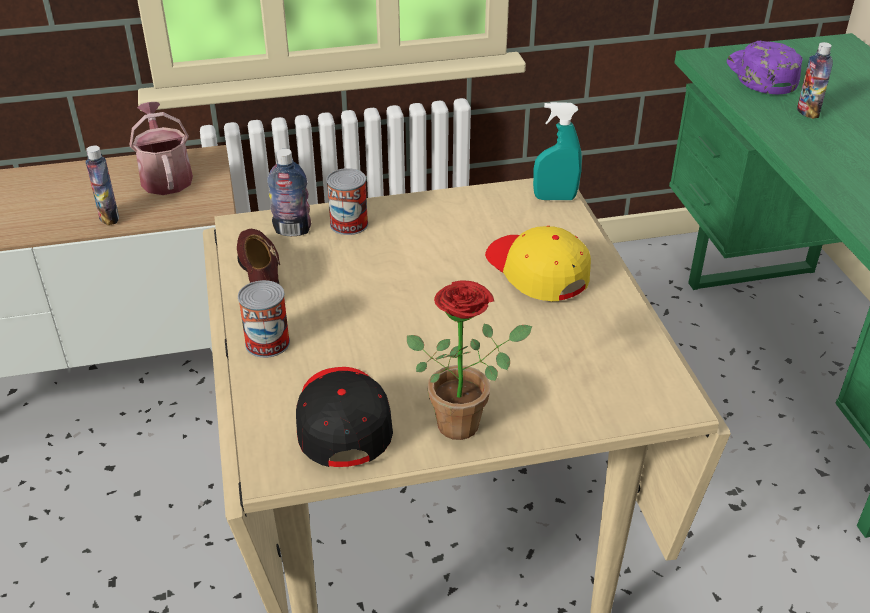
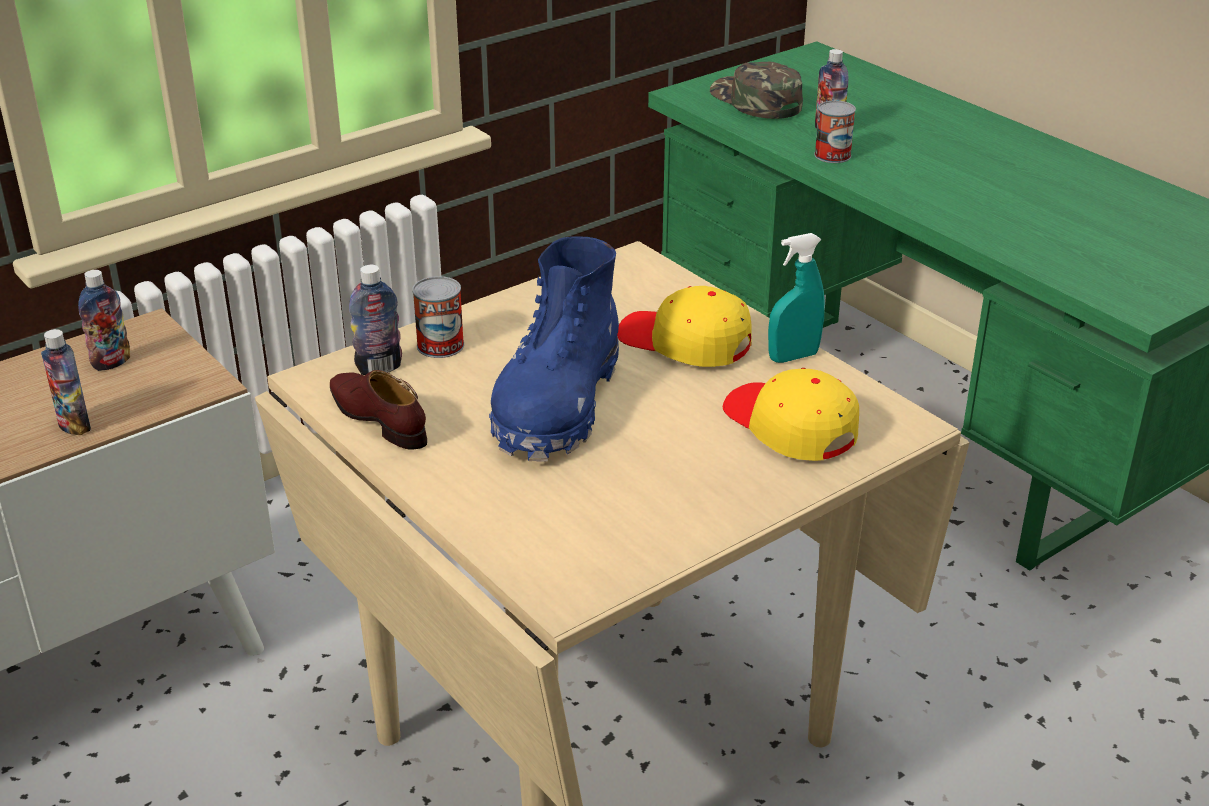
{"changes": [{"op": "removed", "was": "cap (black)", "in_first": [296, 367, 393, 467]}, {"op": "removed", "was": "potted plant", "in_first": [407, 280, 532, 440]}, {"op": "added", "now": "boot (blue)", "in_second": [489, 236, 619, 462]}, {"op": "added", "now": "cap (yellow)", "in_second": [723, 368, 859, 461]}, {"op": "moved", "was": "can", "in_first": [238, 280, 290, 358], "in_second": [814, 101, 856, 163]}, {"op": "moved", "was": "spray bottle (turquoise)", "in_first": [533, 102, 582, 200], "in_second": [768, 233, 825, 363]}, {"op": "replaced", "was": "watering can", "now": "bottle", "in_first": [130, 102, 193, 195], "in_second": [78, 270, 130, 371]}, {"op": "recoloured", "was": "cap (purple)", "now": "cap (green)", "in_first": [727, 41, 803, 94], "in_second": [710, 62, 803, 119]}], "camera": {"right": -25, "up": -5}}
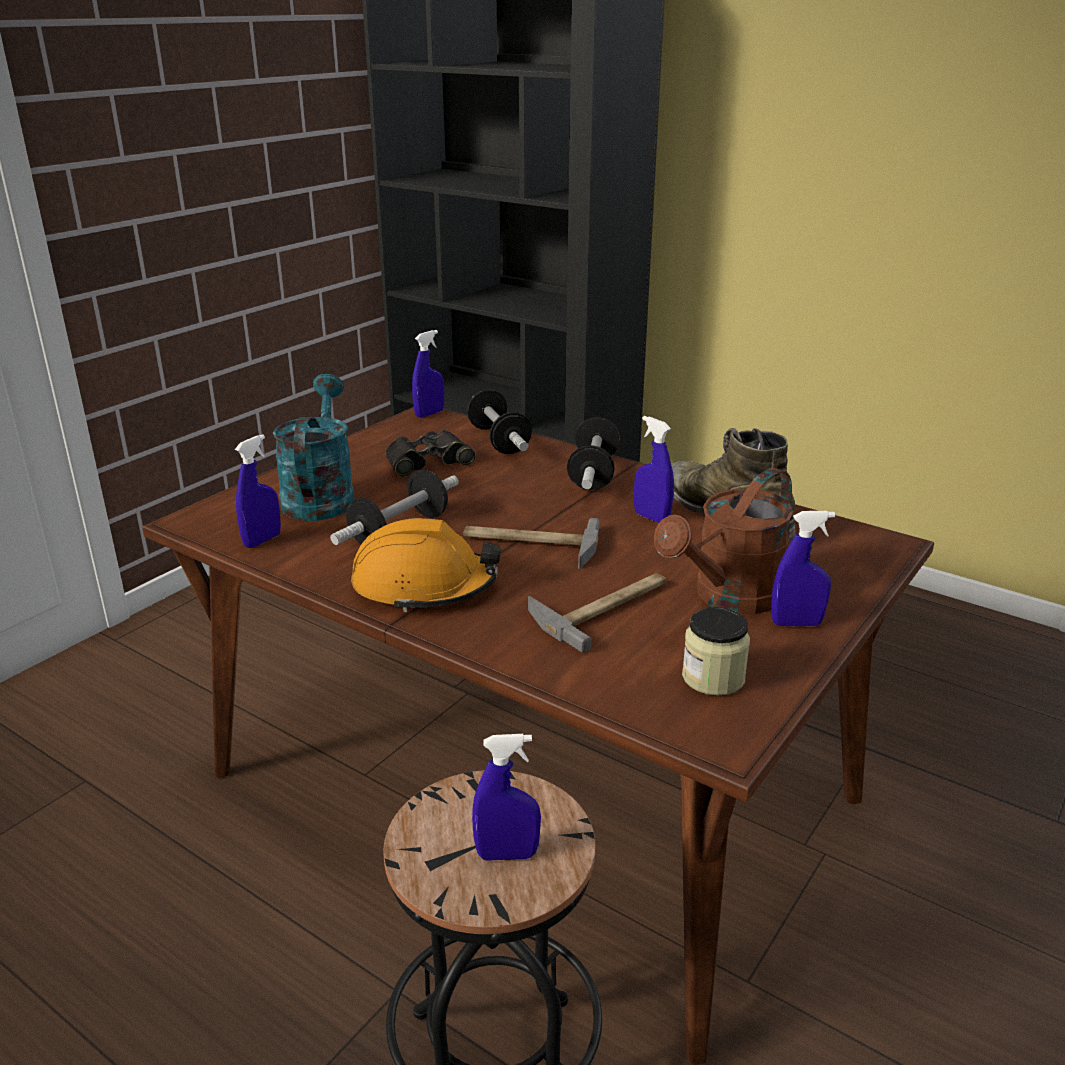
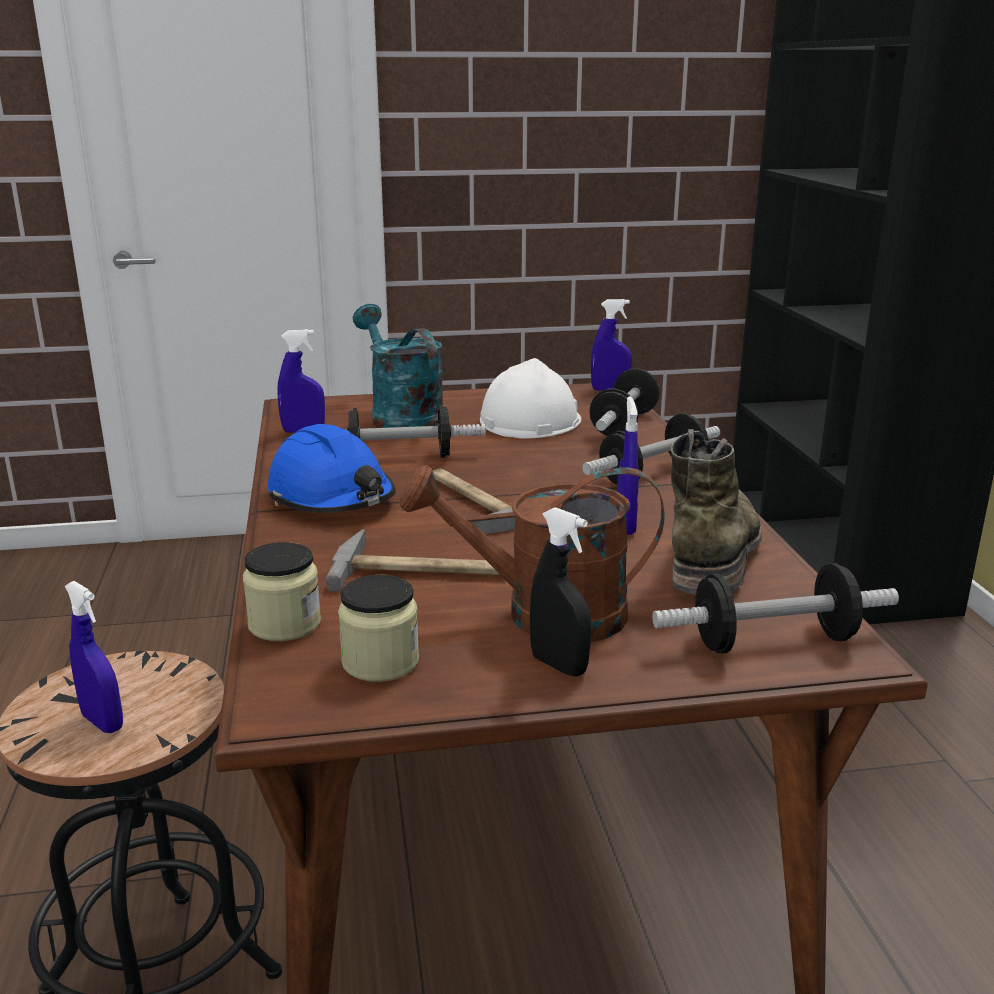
{"changes": [{"op": "added", "now": "jar", "in_second": [243, 542, 321, 641]}, {"op": "added", "now": "dumbbell", "in_second": [652, 564, 899, 654]}, {"op": "replaced", "was": "binoculars (black)", "now": "hard hat (white)", "in_first": [385, 430, 476, 477], "in_second": [480, 358, 581, 439]}, {"op": "recoloured", "was": "hard hat (orange)", "now": "hard hat (blue)", "in_first": [351, 518, 502, 612], "in_second": [267, 424, 396, 513]}, {"op": "recoloured", "was": "spray bottle (blue)", "now": "spray bottle (black)", "in_first": [772, 511, 835, 626], "in_second": [530, 507, 591, 677]}, {"op": "turned", "was": "watering can (turquoise)", "in_first": [273, 374, 354, 521], "in_second": [353, 304, 443, 428], "clockwise": -75}], "camera": {"right": 45, "up": -5}}
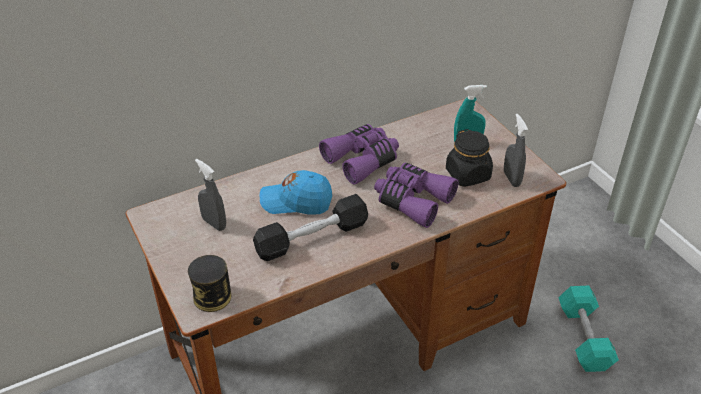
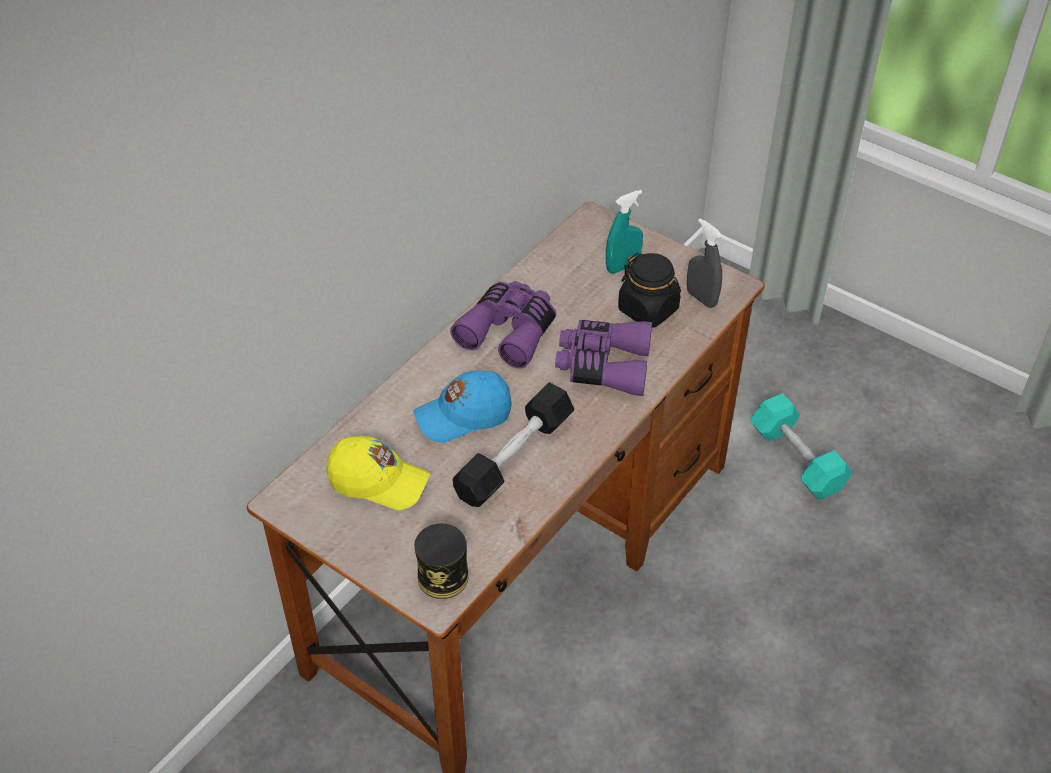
{"changes": [{"op": "replaced", "was": "spray bottle (grey)", "now": "cap (yellow)", "in_first": [195, 159, 226, 231], "in_second": [327, 436, 430, 510]}], "camera": {"right": -25, "up": 5}}
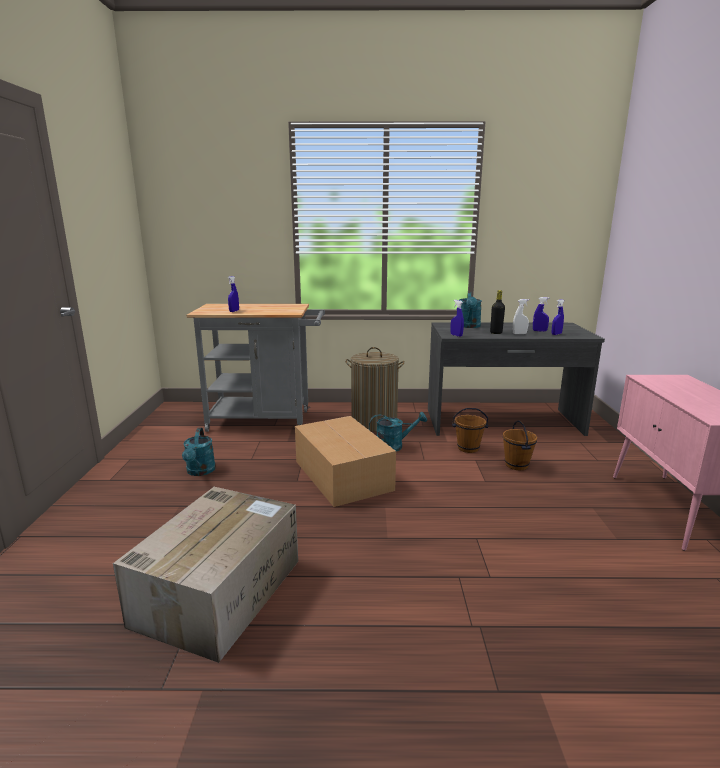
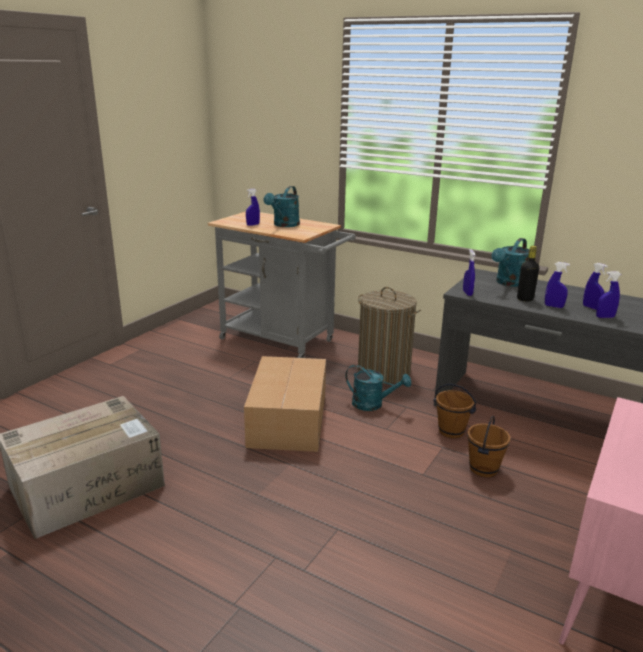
{"changes": [{"op": "moved", "was": "watering can (turquoise)", "in_first": [182, 428, 216, 476], "in_second": [264, 186, 300, 227]}, {"op": "recoloured", "was": "spray bottle (white)", "now": "spray bottle (blue)", "in_first": [513, 299, 529, 334], "in_second": [545, 262, 570, 308]}], "camera": {"right": 30, "up": 5}}
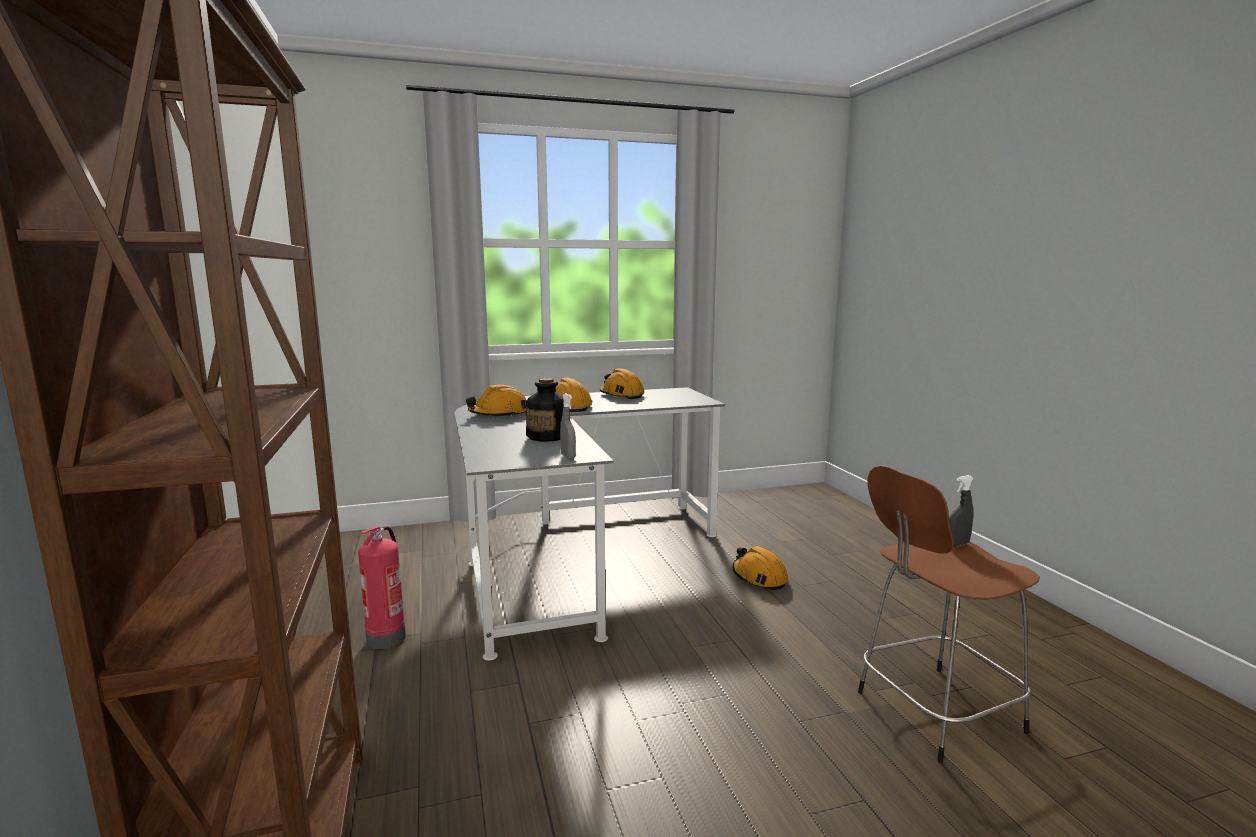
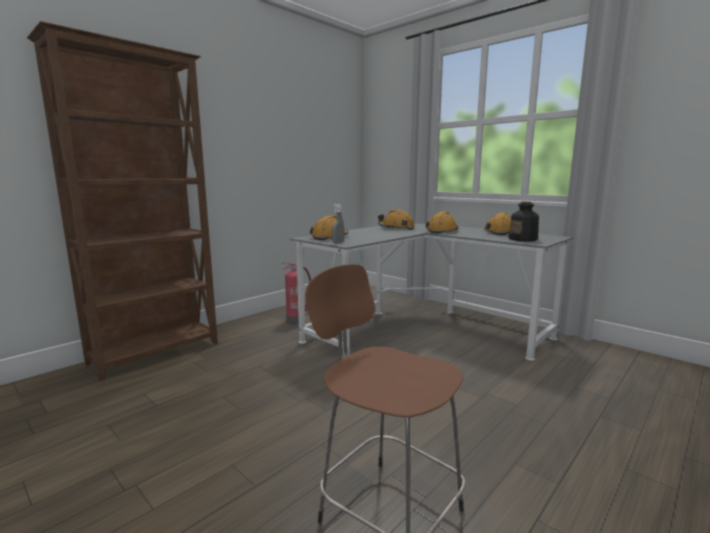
{"changes": [{"op": "removed", "was": "spray bottle (grey)", "in_first": [949, 475, 974, 547]}, {"op": "moved", "was": "bottle", "in_first": [526, 378, 564, 442], "in_second": [508, 202, 539, 242]}, {"op": "moved", "was": "hard hat (orange)", "in_first": [733, 546, 788, 590], "in_second": [310, 215, 348, 240]}], "camera": {"right": 60, "up": 0}}
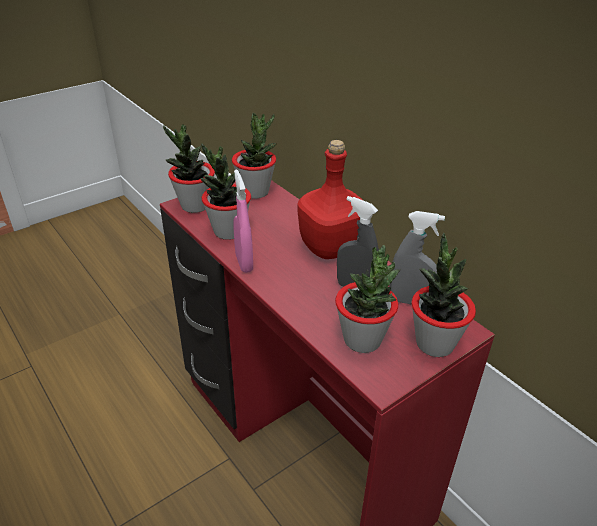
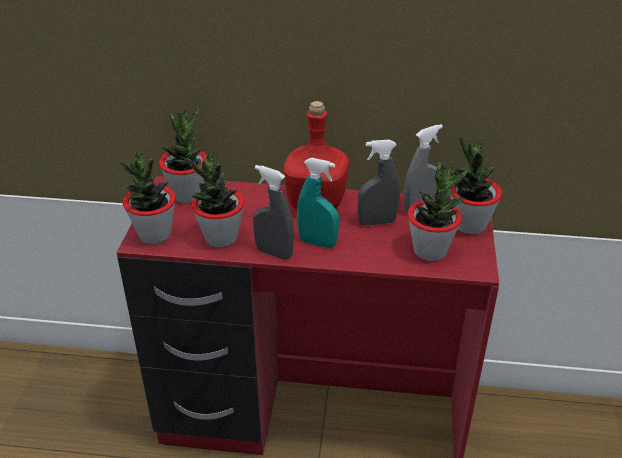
{"changes": [{"op": "added", "now": "spray bottle (turquoise)", "in_second": [297, 158, 339, 248]}, {"op": "recoloured", "was": "spray bottle (pink)", "now": "spray bottle (grey)", "in_first": [233, 170, 253, 273], "in_second": [253, 165, 294, 260]}], "camera": {"right": -45, "up": 0}}
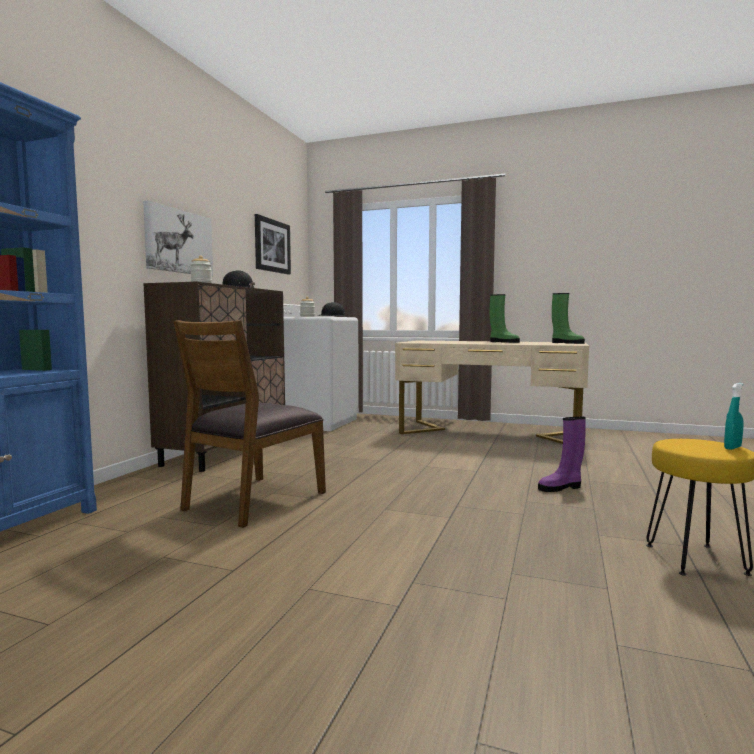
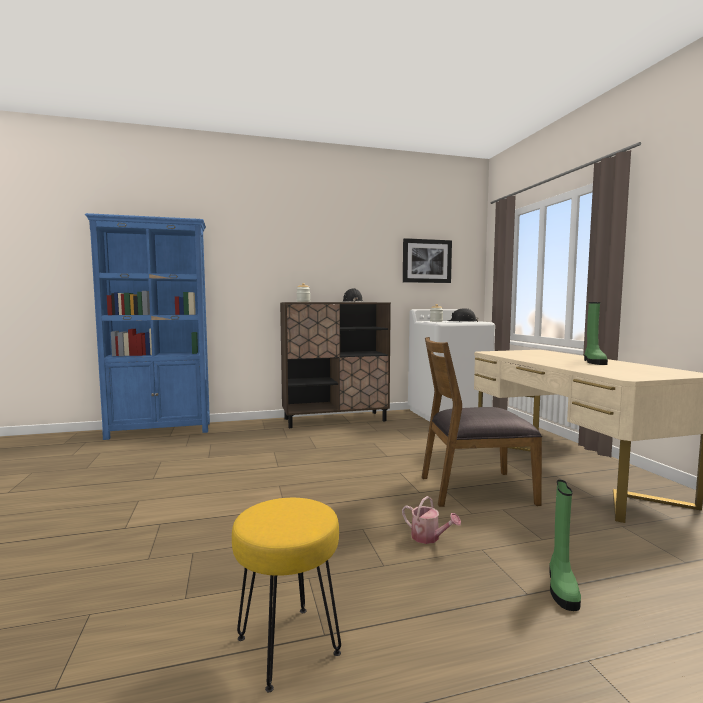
{"changes": [{"op": "removed", "was": "picture", "in_first": [143, 200, 213, 276]}, {"op": "removed", "was": "spray bottle (turquoise)", "in_first": [724, 383, 744, 450]}, {"op": "moved", "was": "chair (brown)", "in_first": [174, 320, 326, 528], "in_second": [422, 337, 542, 507]}, {"op": "moved", "was": "boot (green)", "in_first": [552, 293, 585, 344], "in_second": [549, 480, 581, 611]}, {"op": "replaced", "was": "boot (purple)", "now": "watering can", "in_first": [538, 416, 586, 492], "in_second": [402, 496, 461, 544]}], "camera": {"right": 55, "up": 0}}
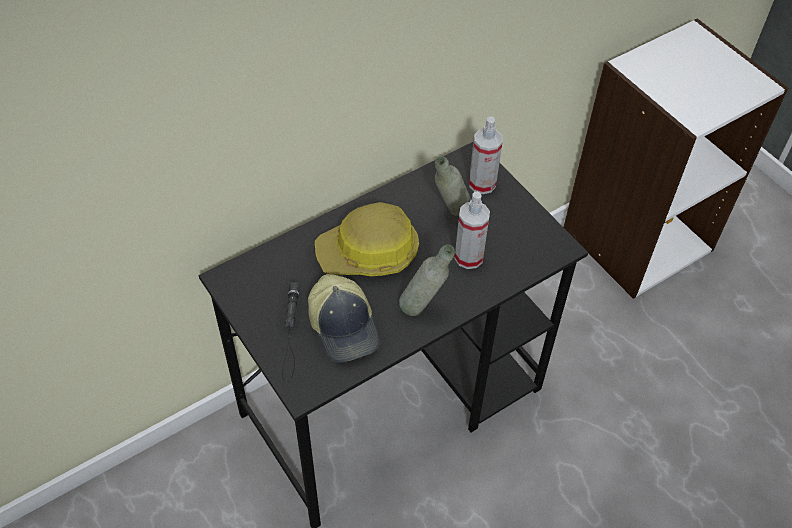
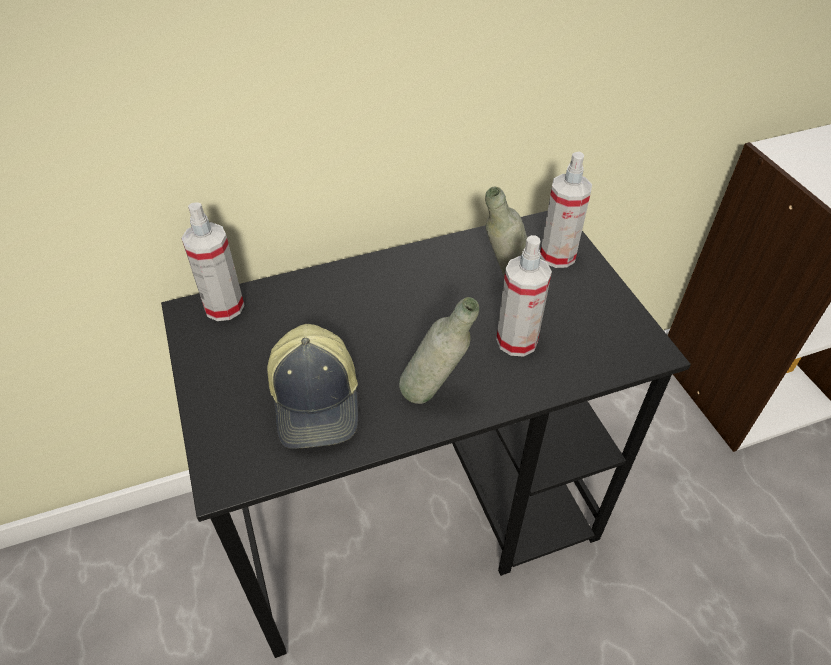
{"changes": [{"op": "removed", "was": "flashlight (black)", "in_first": [282, 282, 300, 382]}, {"op": "removed", "was": "hard hat", "in_first": [315, 202, 419, 276]}, {"op": "added", "now": "spray bottle", "in_second": [181, 202, 244, 321]}], "camera": {"right": 15, "up": -5}}
